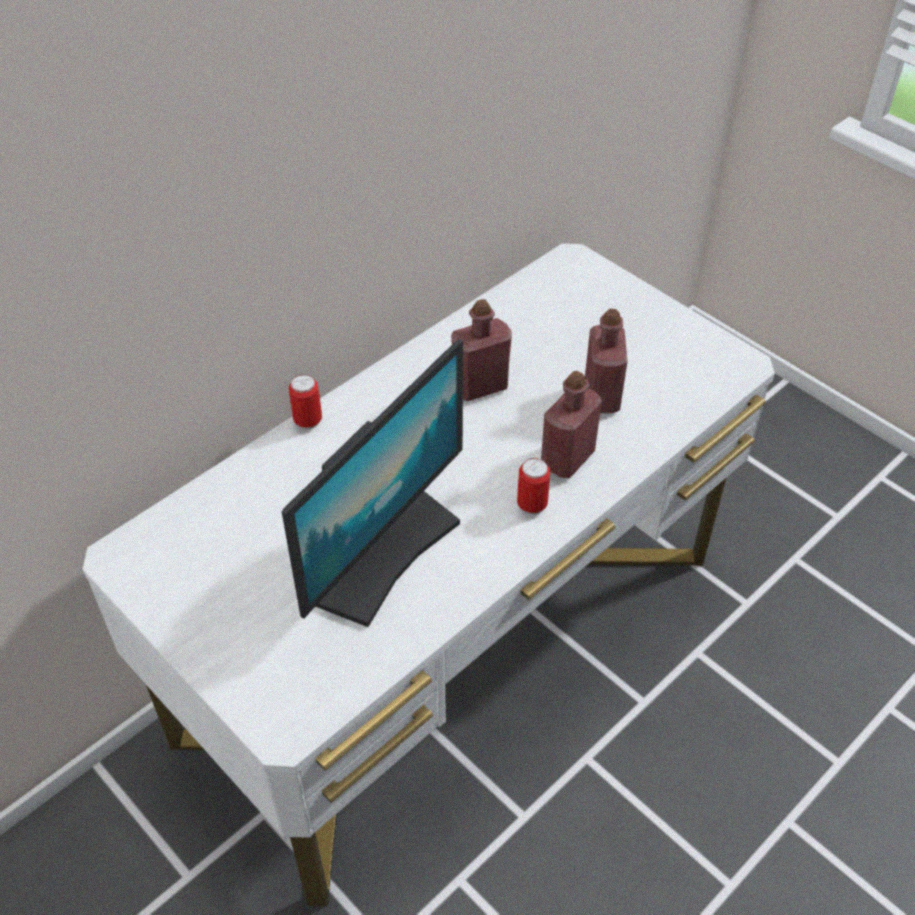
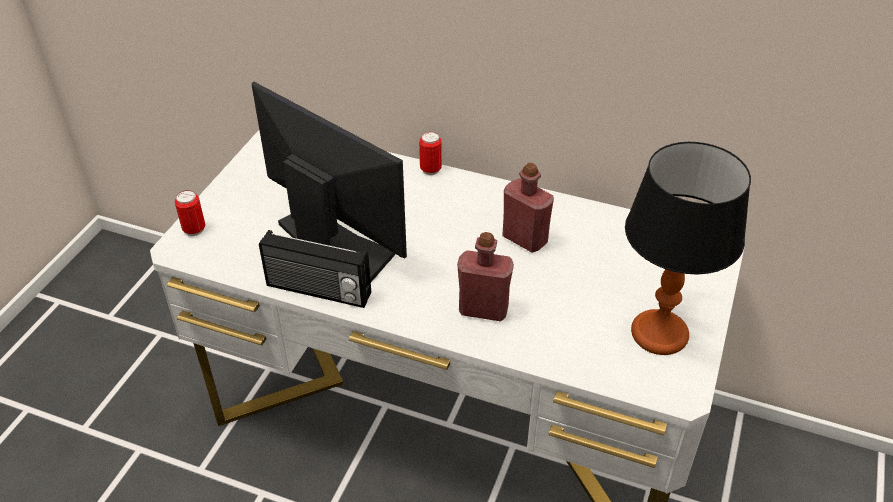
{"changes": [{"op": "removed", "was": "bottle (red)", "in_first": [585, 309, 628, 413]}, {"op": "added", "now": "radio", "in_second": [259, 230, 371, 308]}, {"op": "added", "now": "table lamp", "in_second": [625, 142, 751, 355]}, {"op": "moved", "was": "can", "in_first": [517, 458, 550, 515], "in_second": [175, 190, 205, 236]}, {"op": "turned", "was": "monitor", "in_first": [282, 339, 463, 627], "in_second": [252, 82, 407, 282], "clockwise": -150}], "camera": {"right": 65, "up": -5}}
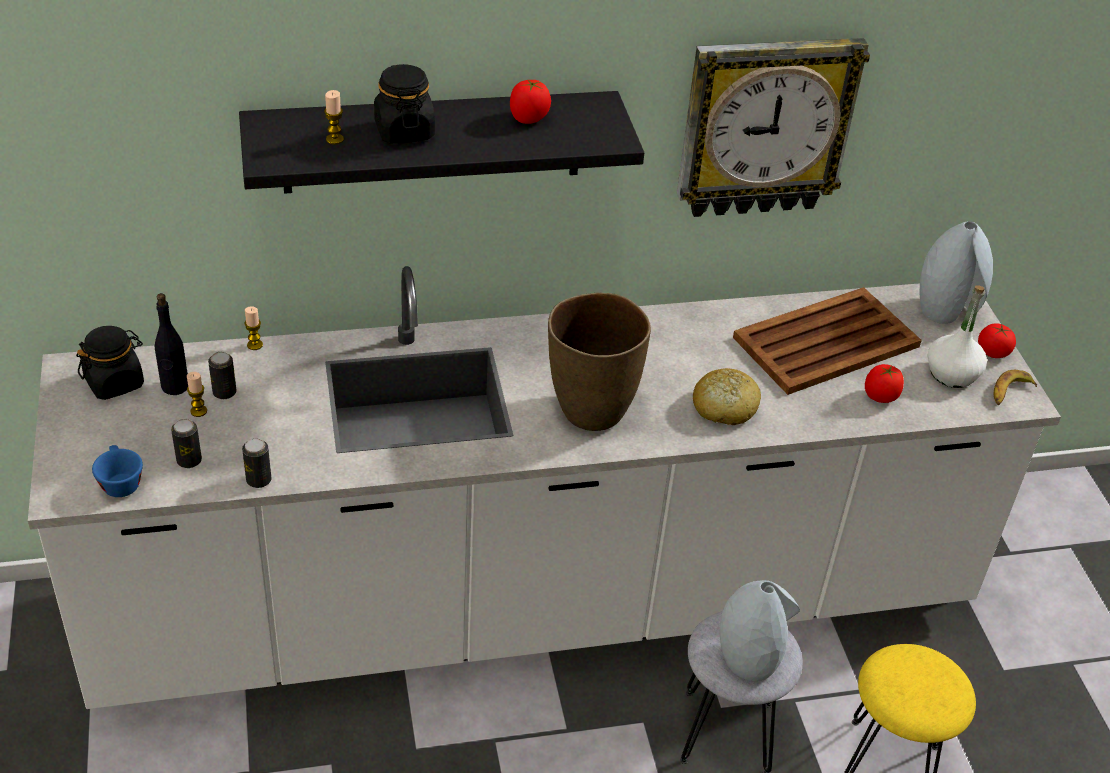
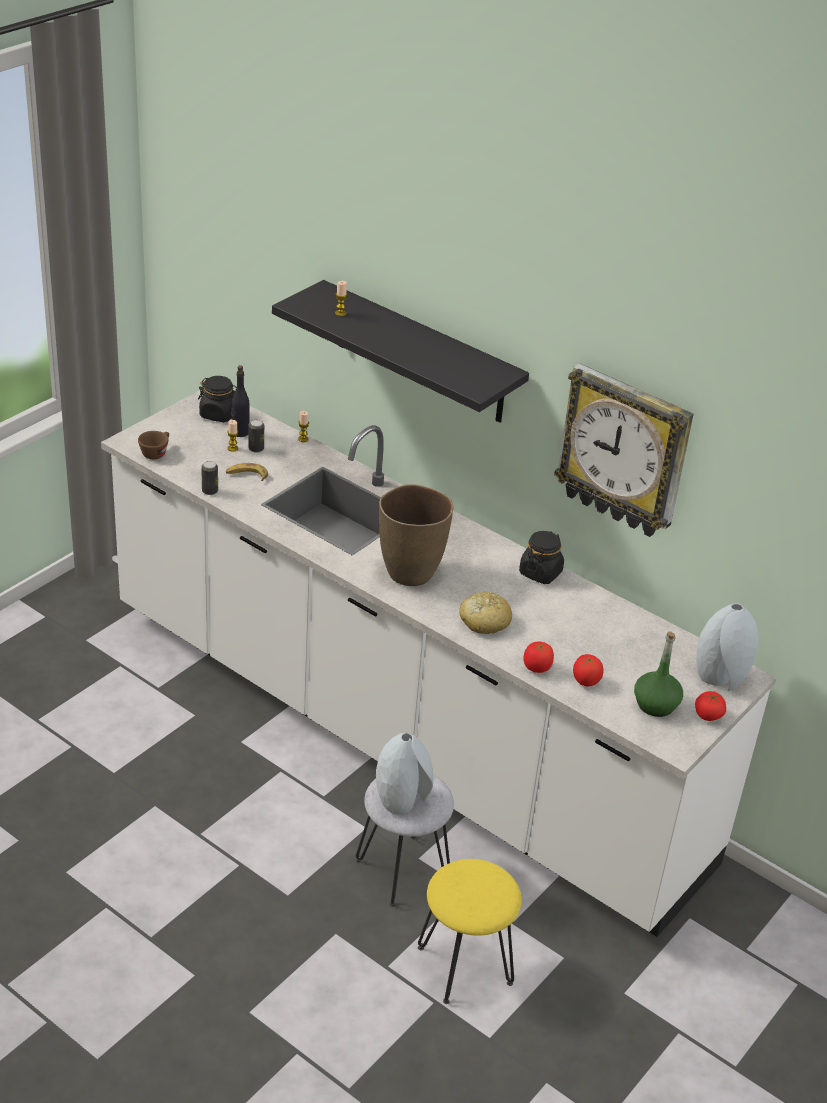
{"changes": [{"op": "removed", "was": "can", "in_first": [171, 419, 202, 468]}, {"op": "removed", "was": "tray (brown)", "in_first": [733, 287, 922, 395]}, {"op": "moved", "was": "jar (black)", "in_first": [374, 64, 435, 143], "in_second": [519, 531, 564, 584]}, {"op": "moved", "was": "tomato", "in_first": [510, 79, 551, 124], "in_second": [524, 642, 554, 673]}, {"op": "moved", "was": "banana", "in_first": [994, 370, 1037, 405], "in_second": [226, 463, 268, 481]}, {"op": "recoloured", "was": "cup (blue)", "now": "cup (brown)", "in_first": [92, 445, 143, 497], "in_second": [138, 431, 169, 459]}, {"op": "recoloured", "was": "bottle (white)", "now": "bottle (green)", "in_first": [928, 285, 987, 388], "in_second": [634, 632, 683, 717]}], "camera": {"right": 50, "up": -5}}
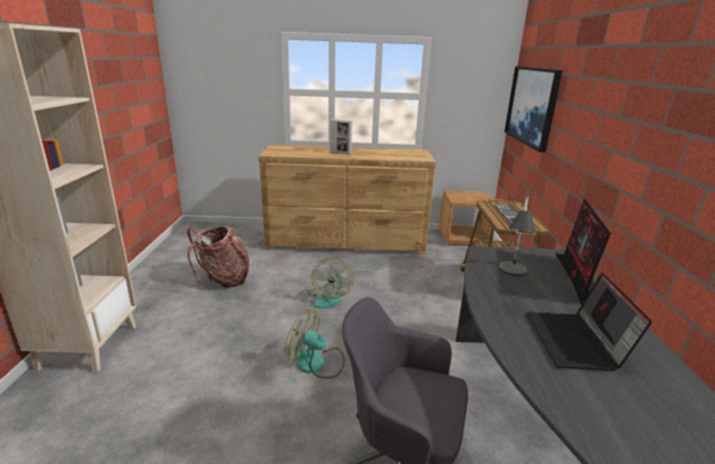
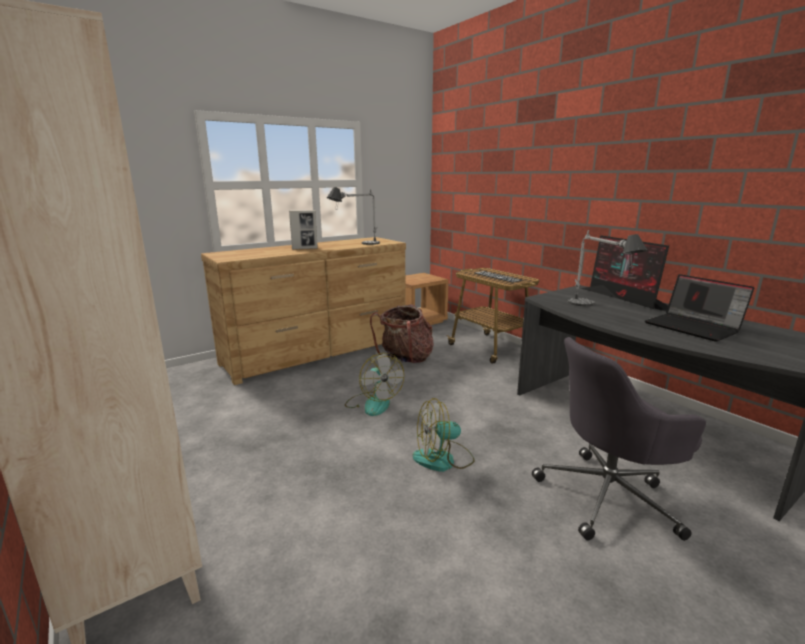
{"changes": [{"op": "removed", "was": "picture", "in_first": [504, 66, 563, 152]}, {"op": "added", "now": "table lamp", "in_second": [327, 187, 380, 245]}, {"op": "moved", "was": "backpack", "in_first": [187, 225, 249, 287], "in_second": [370, 304, 434, 363]}], "camera": {"right": -35, "up": -5}}
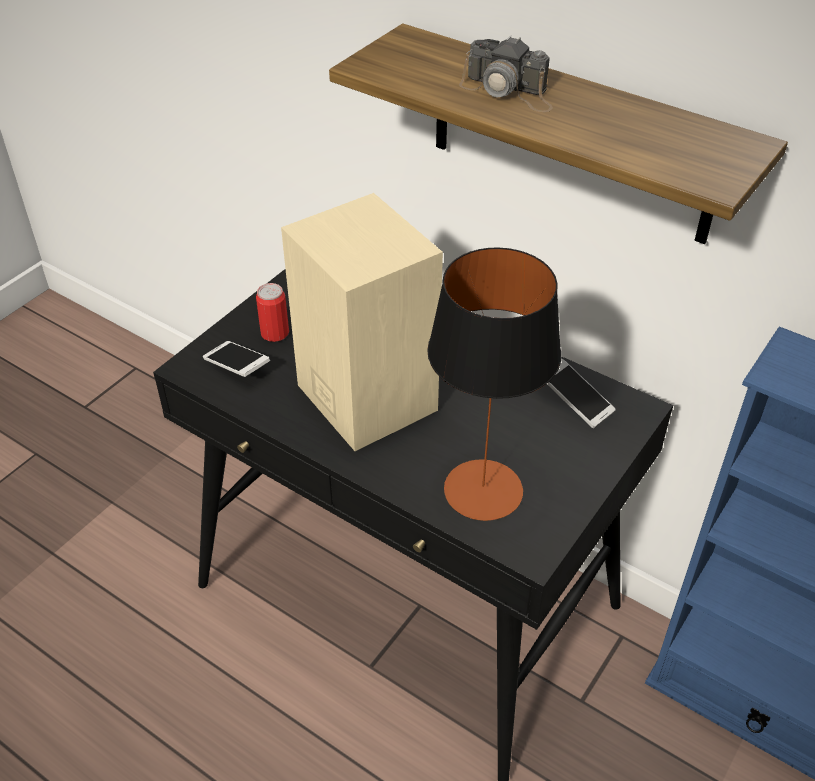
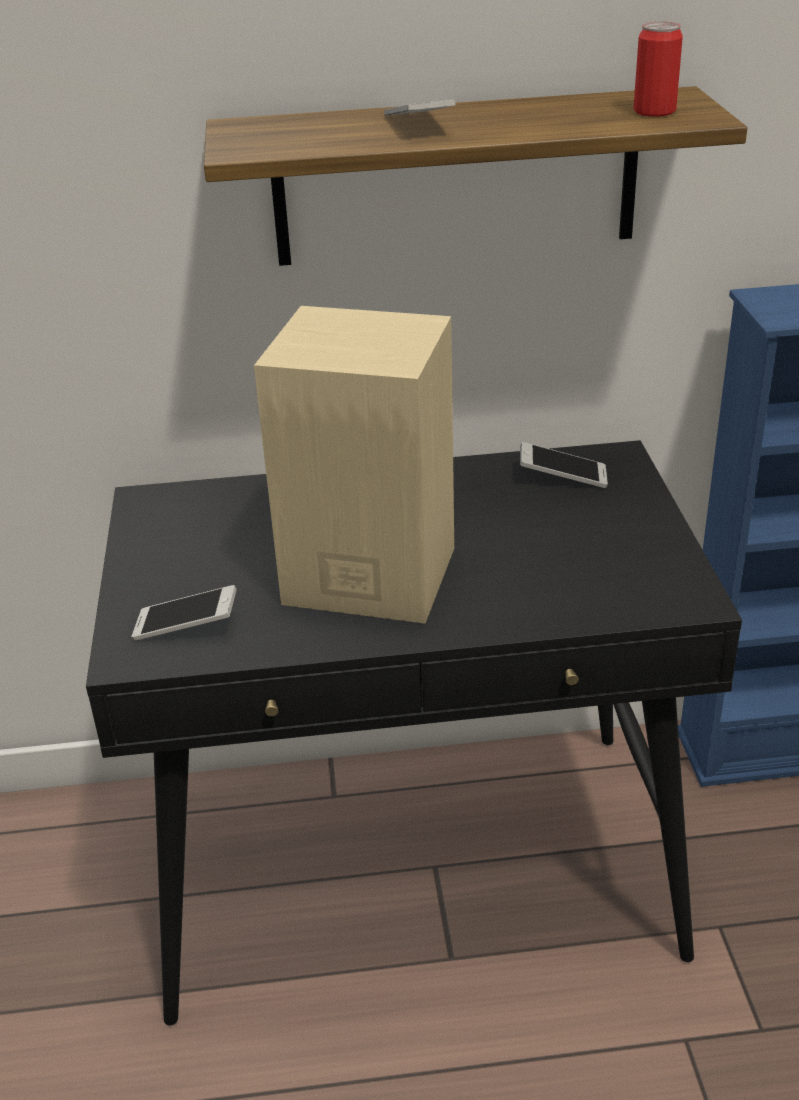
{"changes": [{"op": "removed", "was": "table lamp", "in_first": [427, 248, 561, 521]}, {"op": "moved", "was": "can", "in_first": [256, 283, 289, 342], "in_second": [633, 21, 683, 117]}, {"op": "replaced", "was": "photo camera", "now": "phone", "in_first": [459, 36, 553, 112], "in_second": [384, 100, 456, 116]}], "camera": {"right": -40, "up": -10}}
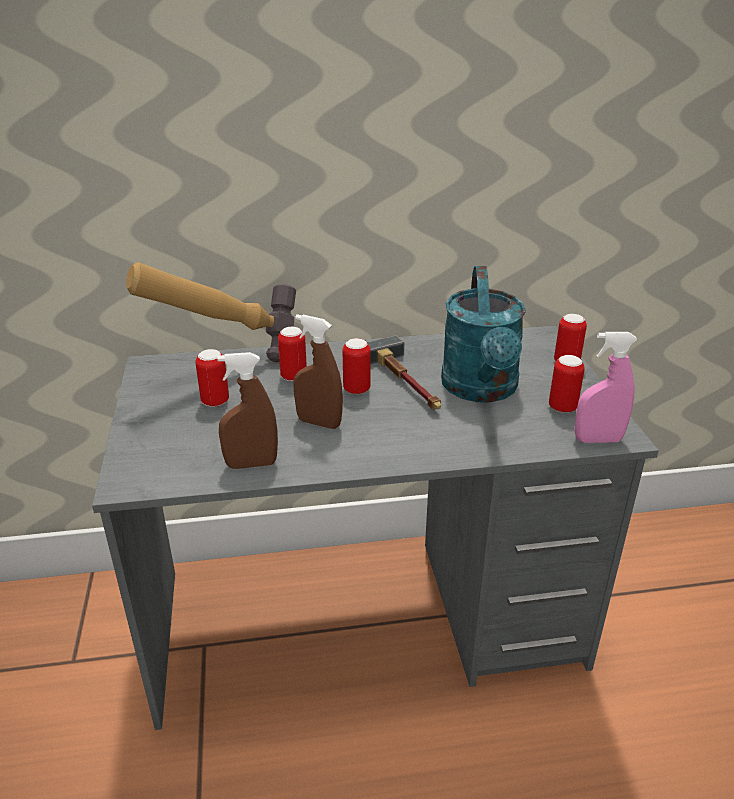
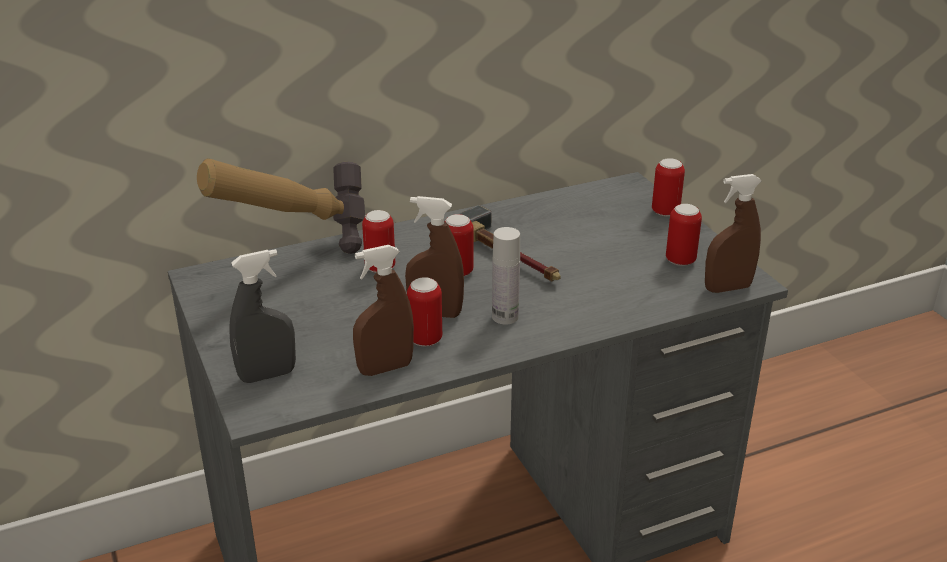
{"changes": [{"op": "removed", "was": "watering can (turquoise)", "in_first": [441, 266, 526, 403]}, {"op": "added", "now": "spray bottle (grey)", "in_second": [230, 249, 296, 383]}, {"op": "added", "now": "bottle (white)", "in_second": [492, 227, 520, 325]}, {"op": "moved", "was": "can", "in_first": [195, 349, 229, 407], "in_second": [407, 277, 442, 347]}, {"op": "recoloured", "was": "spray bottle (pink)", "now": "spray bottle (brown)", "in_first": [574, 332, 638, 443], "in_second": [705, 174, 762, 293]}], "camera": {"right": -15, "up": 0}}
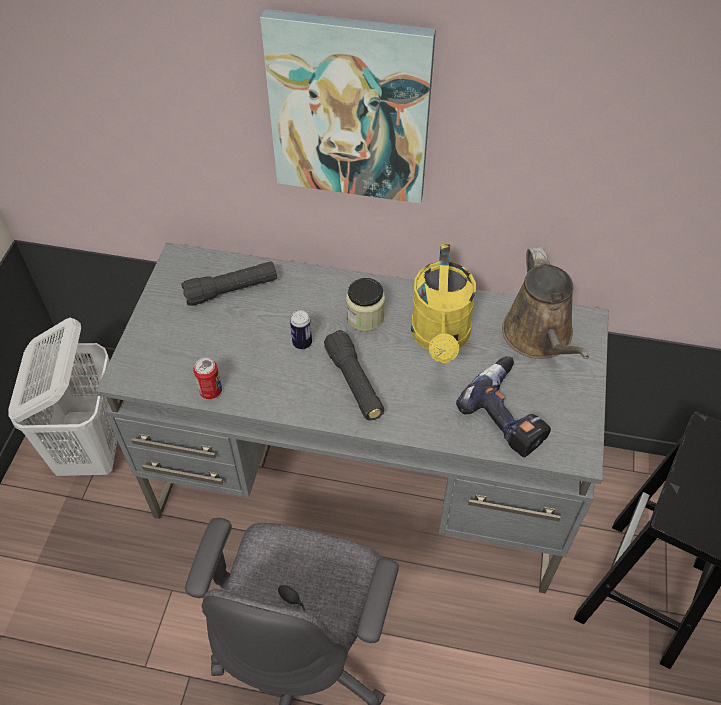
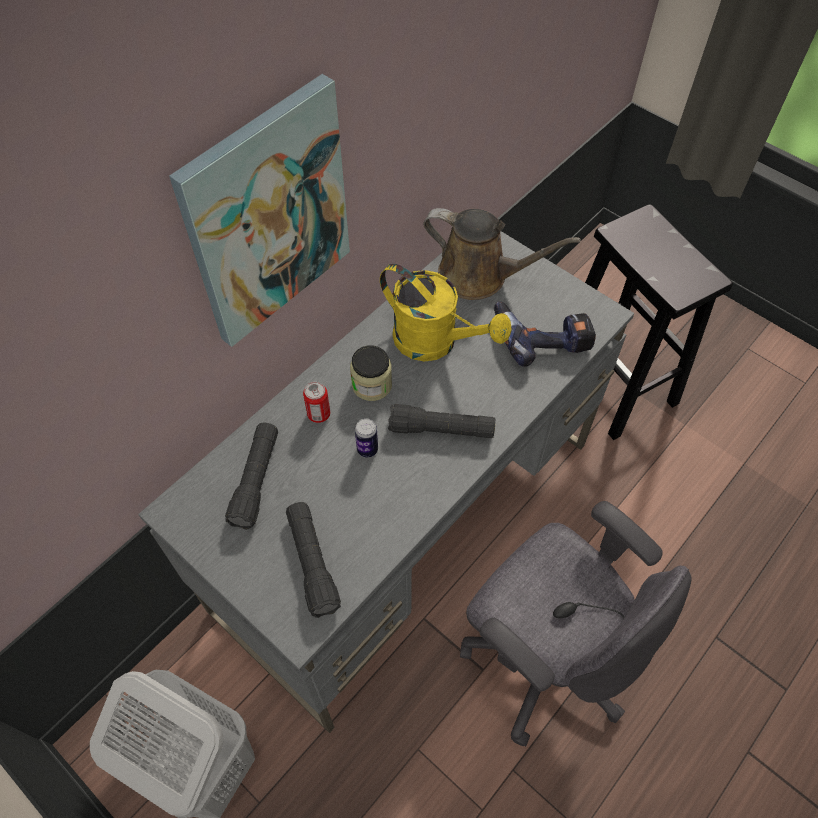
{"changes": [{"op": "added", "now": "flashlight (black)", "in_second": [286, 502, 341, 618]}, {"op": "moved", "was": "can", "in_first": [193, 358, 222, 399], "in_second": [303, 382, 330, 423]}], "camera": {"right": -60, "up": 5}}
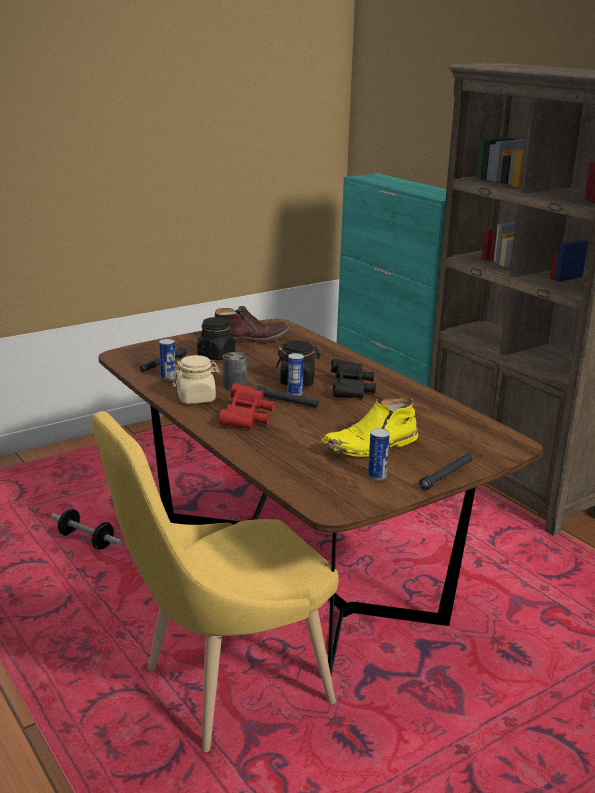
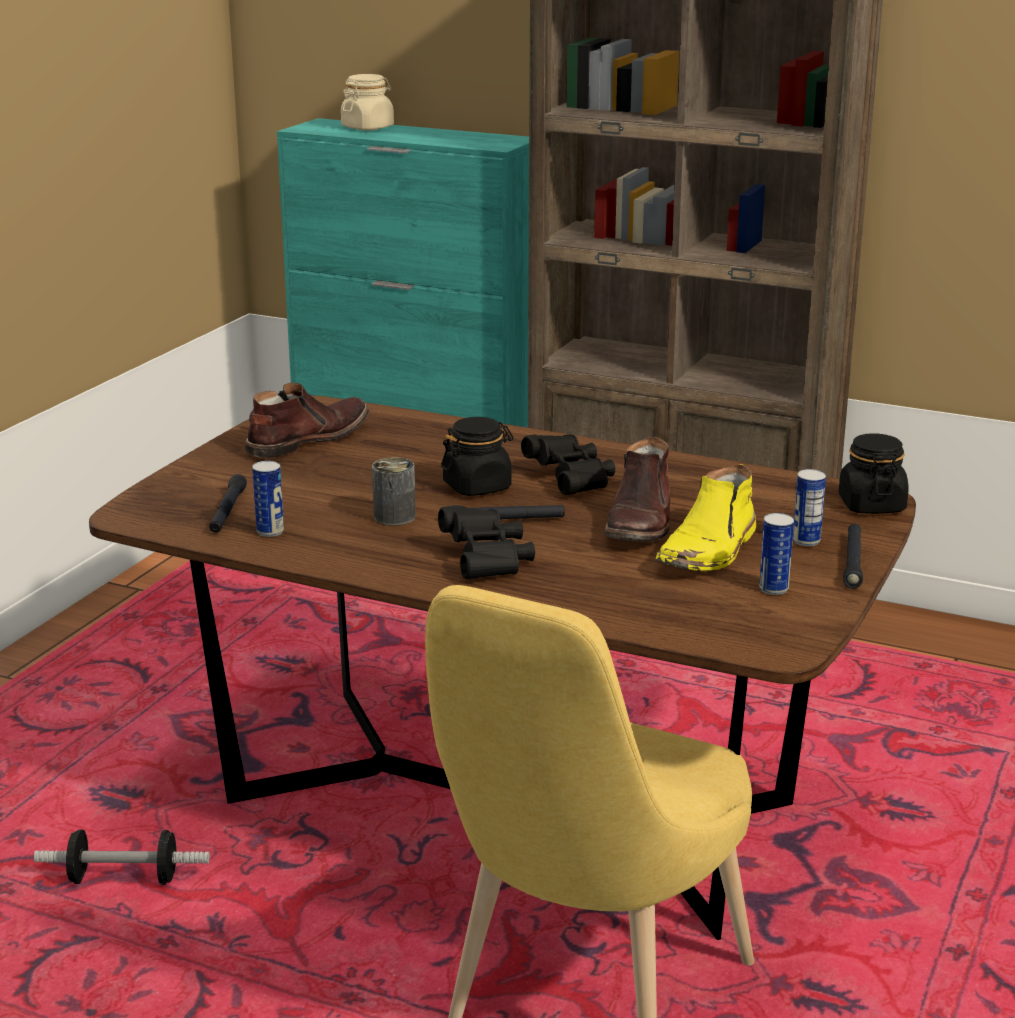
{"changes": [{"op": "added", "now": "boot (brown)", "in_second": [604, 437, 670, 541]}, {"op": "moved", "was": "jar (beige)", "in_first": [173, 355, 220, 404], "in_second": [341, 74, 394, 131]}, {"op": "moved", "was": "jar (black)", "in_first": [197, 317, 235, 360], "in_second": [839, 433, 909, 514]}, {"op": "moved", "was": "can", "in_first": [287, 353, 304, 396], "in_second": [793, 469, 826, 546]}, {"op": "recoloured", "was": "binoculars (red)", "now": "binoculars (black)", "in_first": [219, 383, 275, 429], "in_second": [438, 506, 535, 579]}], "camera": {"right": -30, "up": 0}}
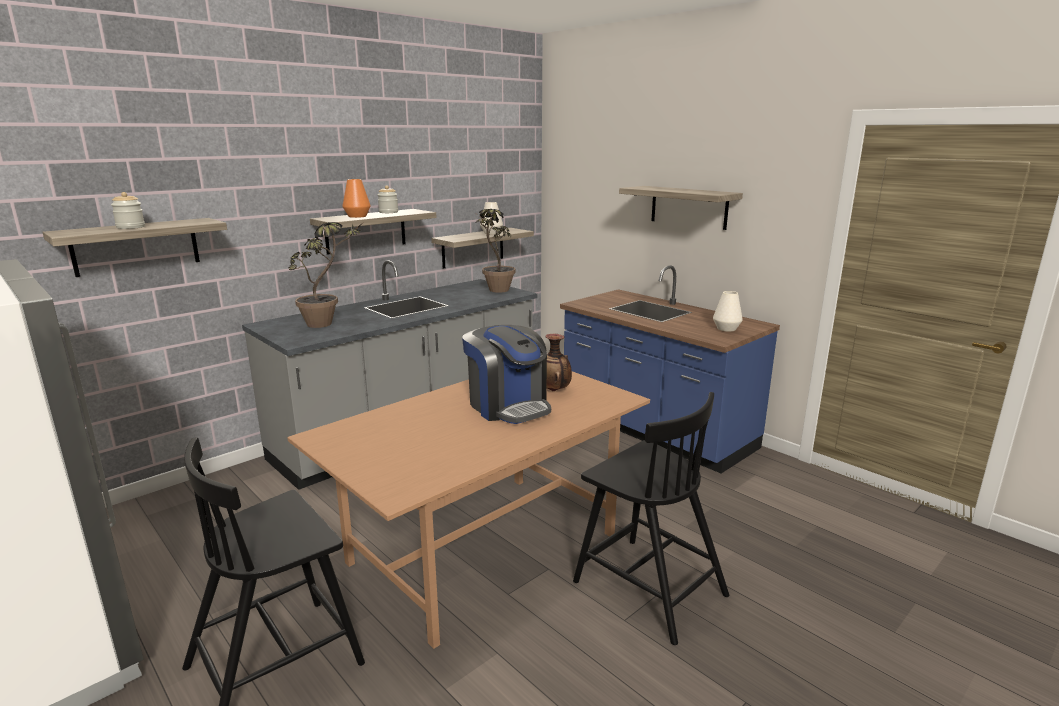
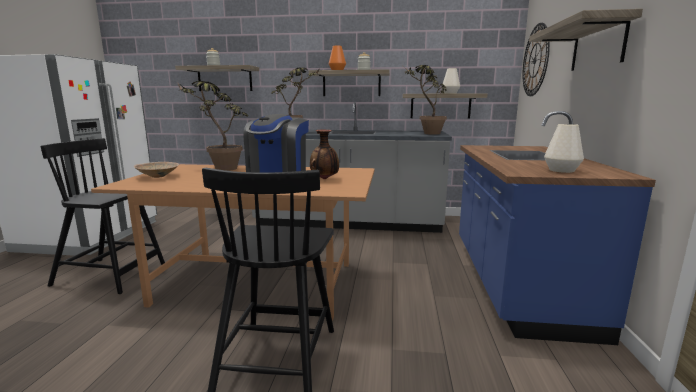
{"changes": [{"op": "added", "now": "bowl (beige)", "in_second": [134, 162, 179, 178]}, {"op": "added", "now": "potted plant", "in_second": [177, 81, 248, 171]}, {"op": "added", "now": "wall clock", "in_second": [523, 23, 550, 96]}], "camera": {"right": 50, "up": -5}}
